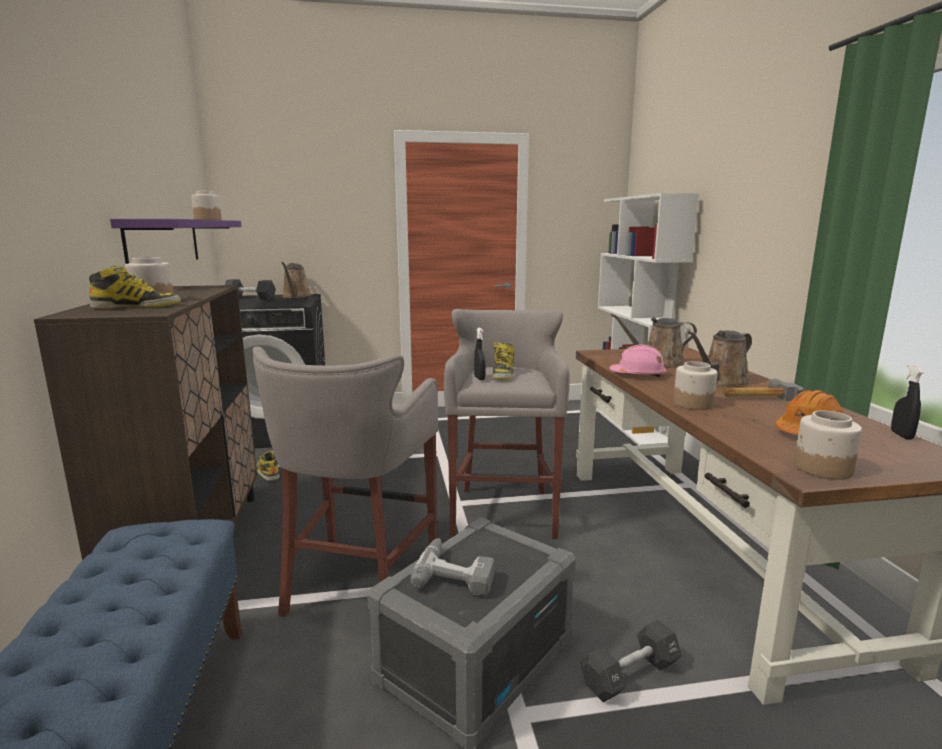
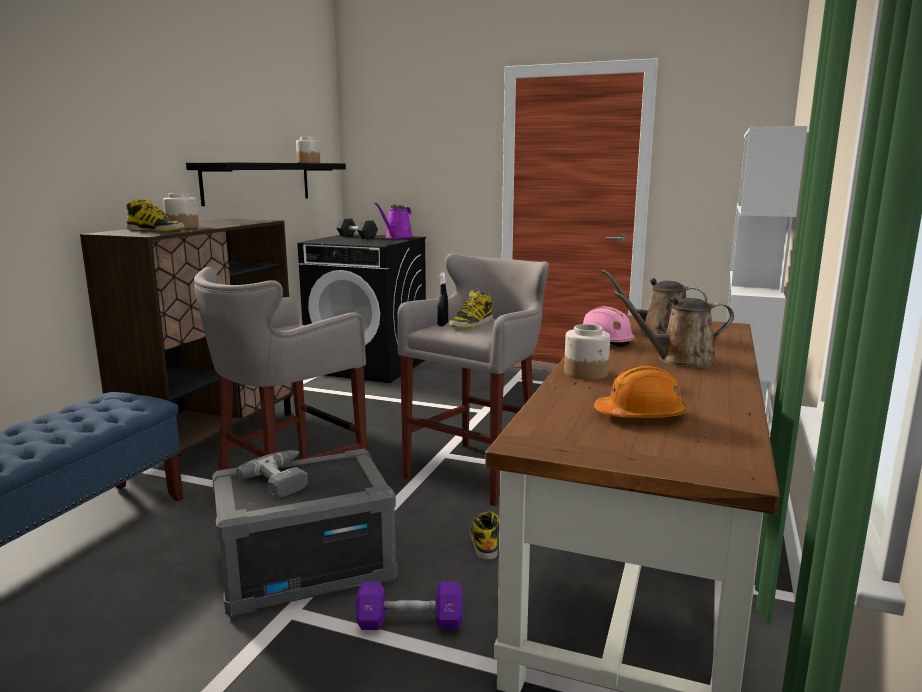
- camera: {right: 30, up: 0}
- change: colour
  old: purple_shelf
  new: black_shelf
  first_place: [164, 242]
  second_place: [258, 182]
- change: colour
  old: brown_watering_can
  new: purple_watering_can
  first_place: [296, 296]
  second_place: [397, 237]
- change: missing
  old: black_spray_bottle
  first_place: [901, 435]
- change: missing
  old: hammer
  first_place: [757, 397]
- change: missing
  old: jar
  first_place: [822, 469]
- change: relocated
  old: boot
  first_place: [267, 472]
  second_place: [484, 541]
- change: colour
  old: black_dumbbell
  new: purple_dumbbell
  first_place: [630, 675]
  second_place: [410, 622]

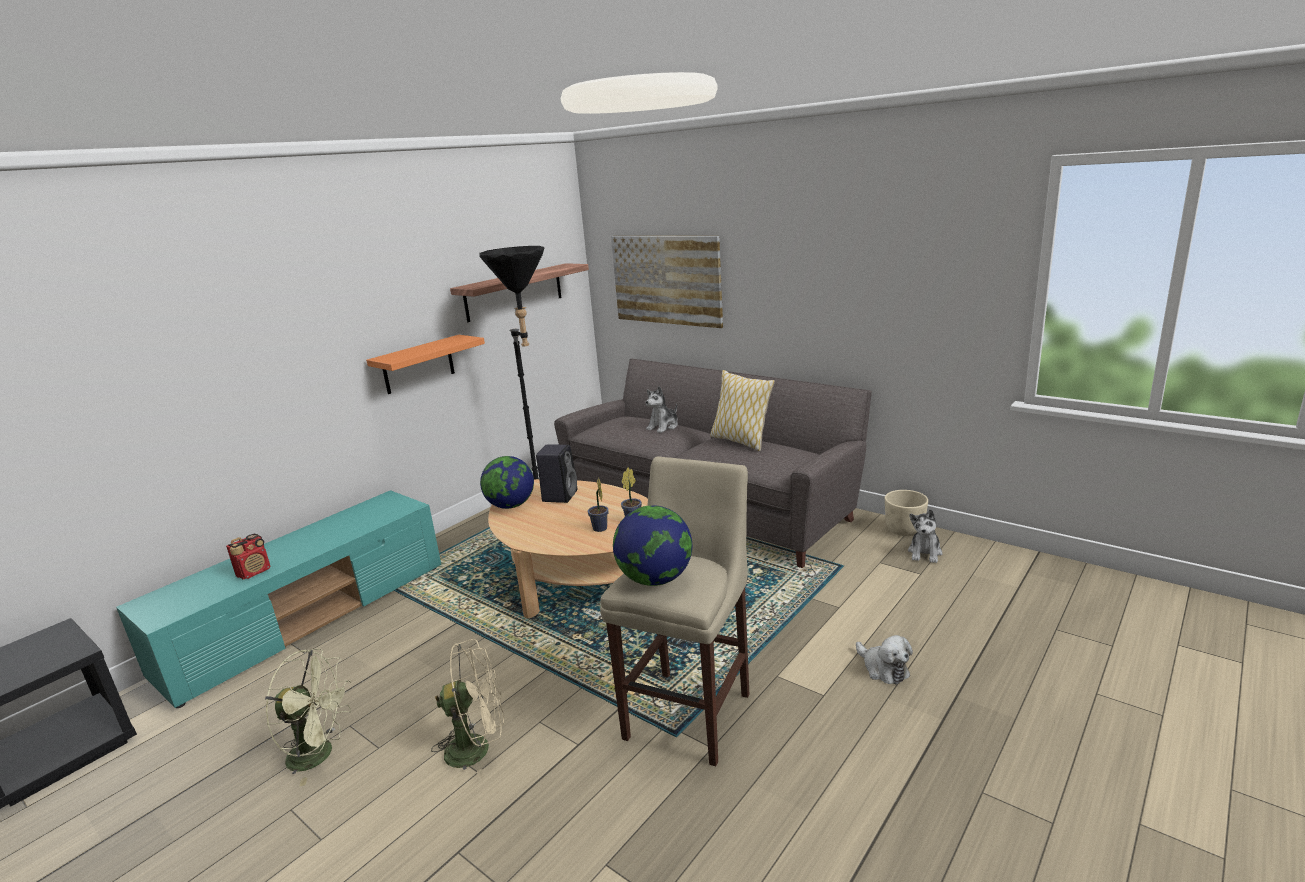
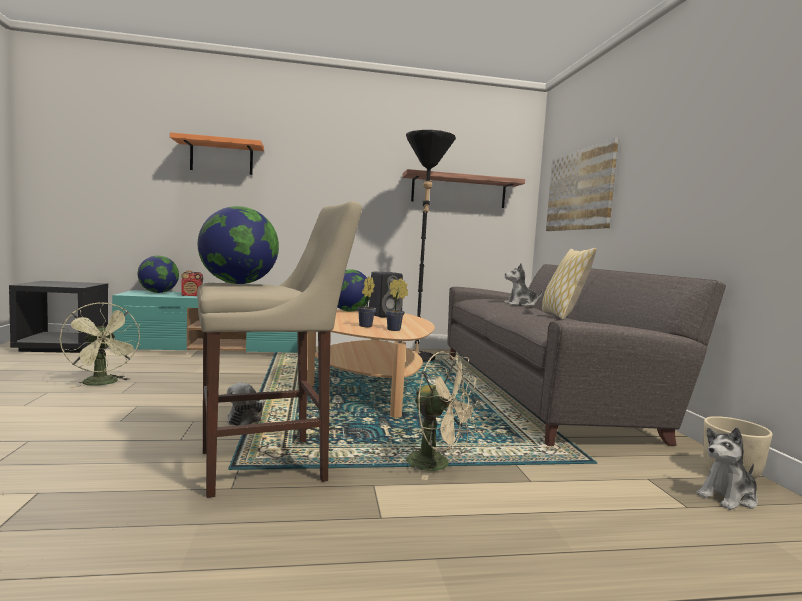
- camera: {right: 40, up: -15}
- change: relocated
  old: orange_shelf
  first_place: [418, 364]
  second_place: [221, 157]
- change: relocated
  old: plush_toy
  first_place: [883, 669]
  second_place: [246, 418]
- change: relocated
  old: beige_fan
  first_place: [477, 748]
  second_place: [437, 464]
- change: appeared
  new: globe
  second_place: [158, 292]

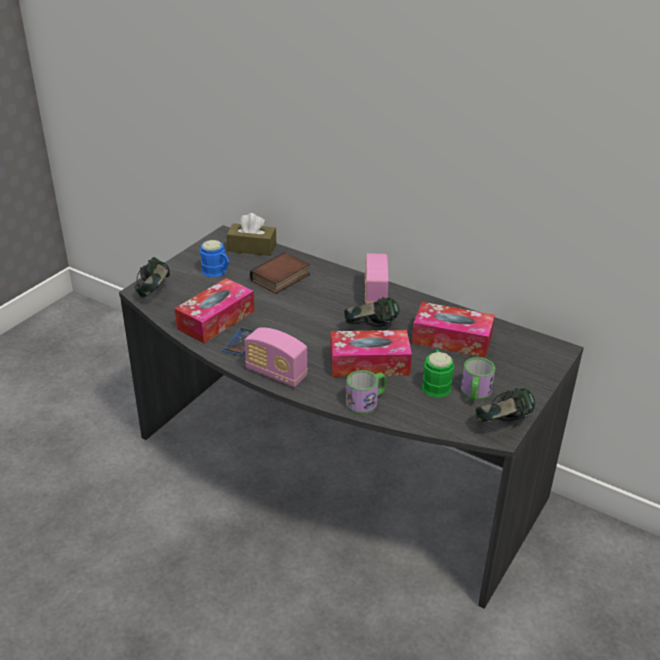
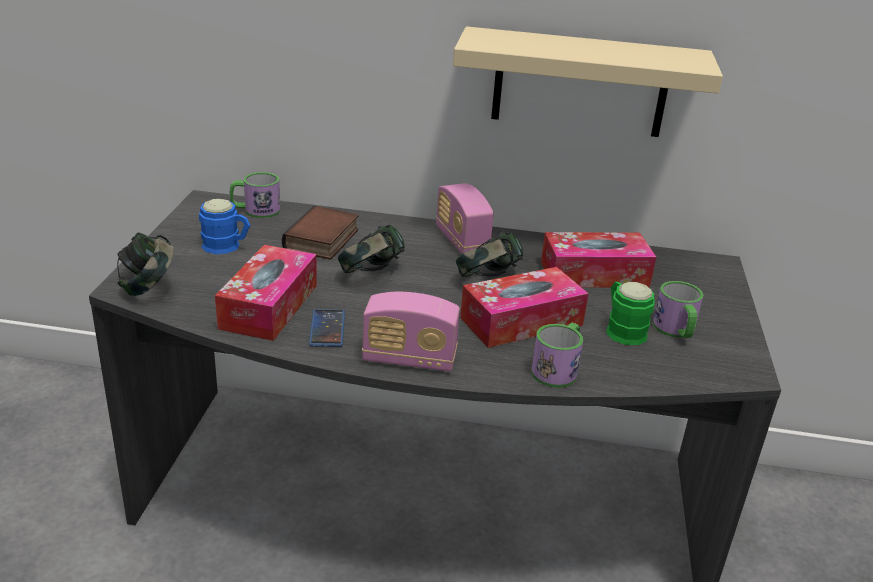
- camera: {right: -25, up: -5}
- change: exchanged
  old: brown_tissue_box
  new: mug
  first_place: [252, 248]
  second_place: [255, 210]
- change: relocated
  old: headphones
  first_place: [502, 424]
  second_place: [371, 274]
- change: appeared
  new: beige_shelf
  second_place: [580, 83]

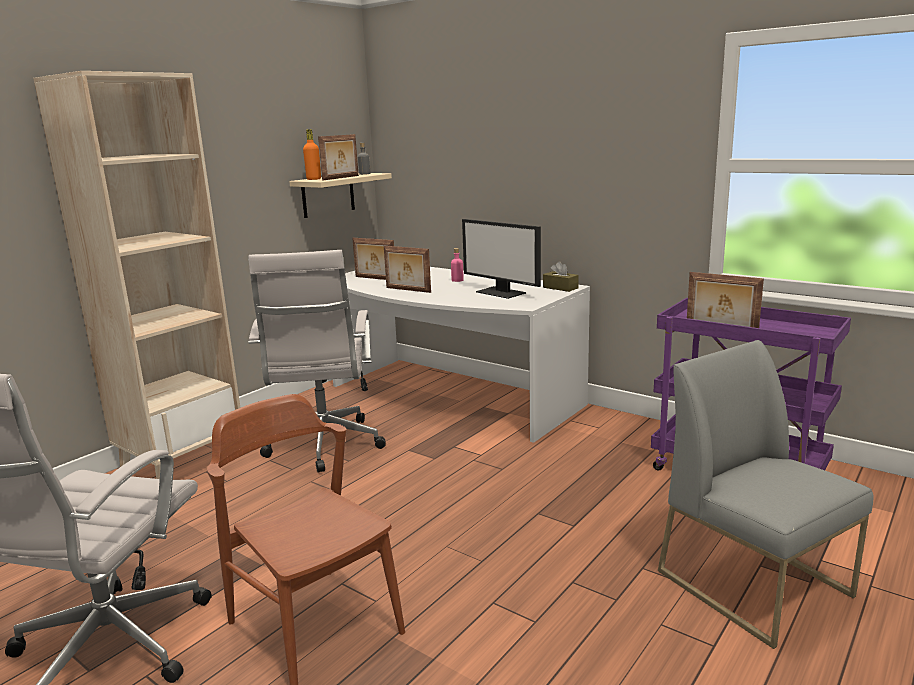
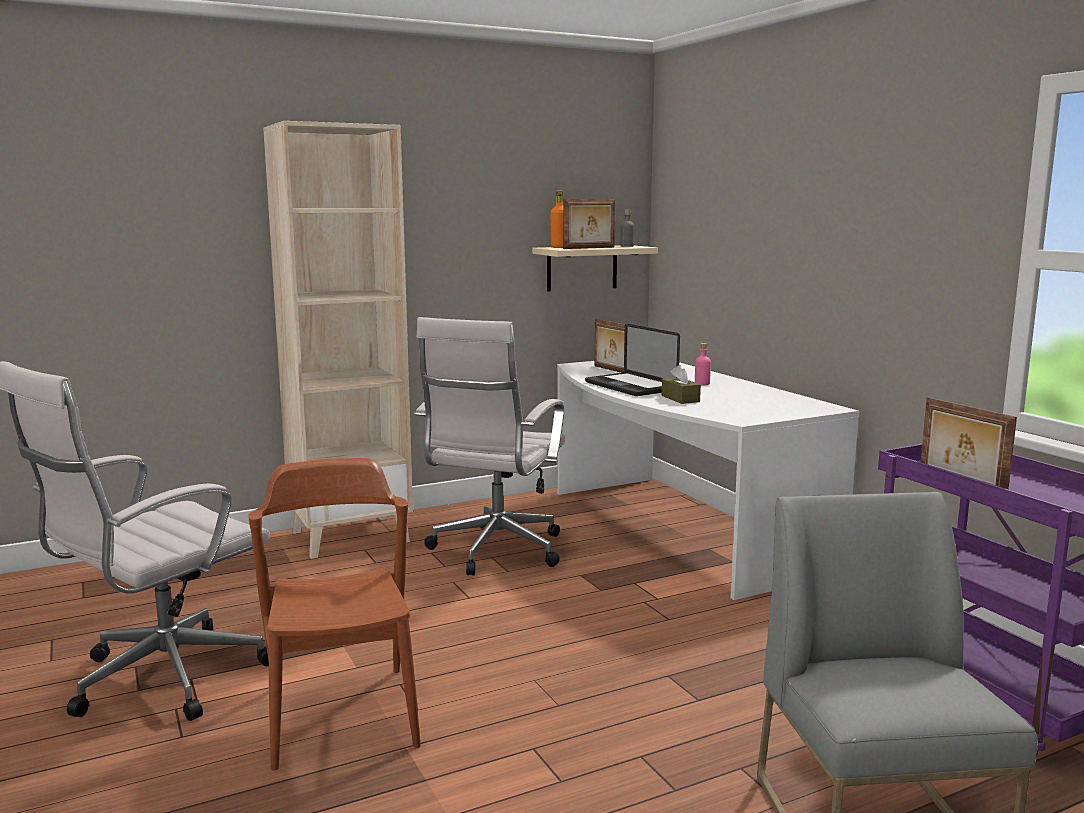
- camera: {right: 25, up: -5}
- change: missing
  old: monitor
  first_place: [502, 292]
- change: exchanged
  old: picture_frame
  new: laptop
  first_place: [407, 290]
  second_place: [630, 386]
- change: relocated
  old: brown_tissue_box
  first_place: [560, 288]
  second_place: [680, 399]

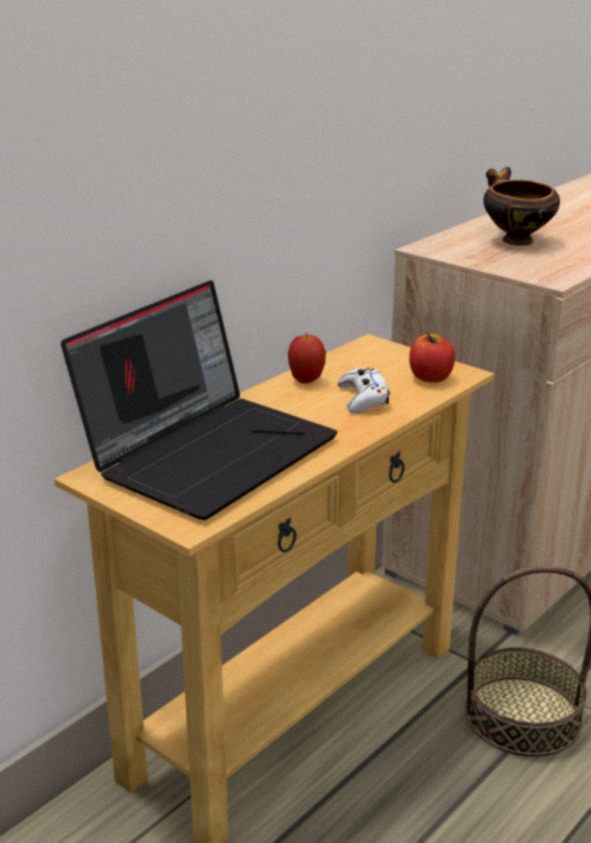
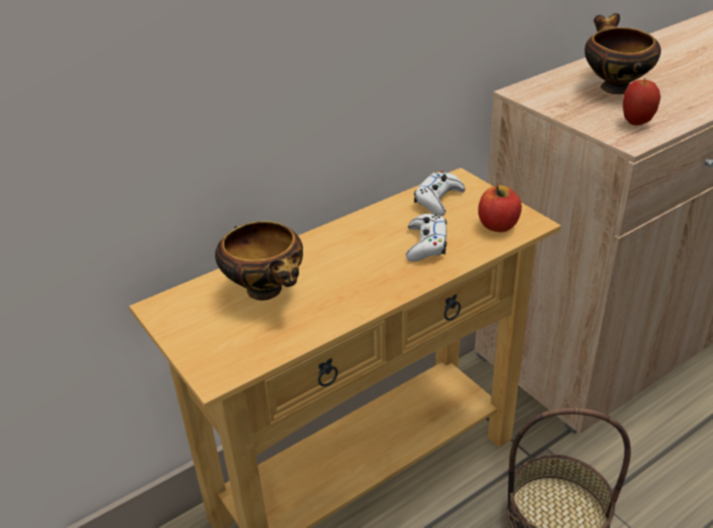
- camera: {right: 15, up: 10}
- change: exchanged
  old: laptop
  new: bowl
  first_place: [209, 451]
  second_place: [267, 291]
- change: relocated
  old: apple
  first_place: [306, 381]
  second_place: [636, 123]
- change: appeared
  new: white_game_controller
  second_place: [438, 200]

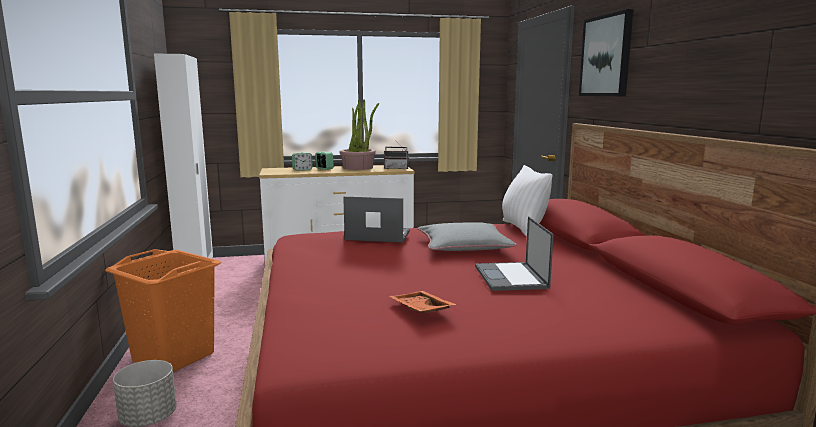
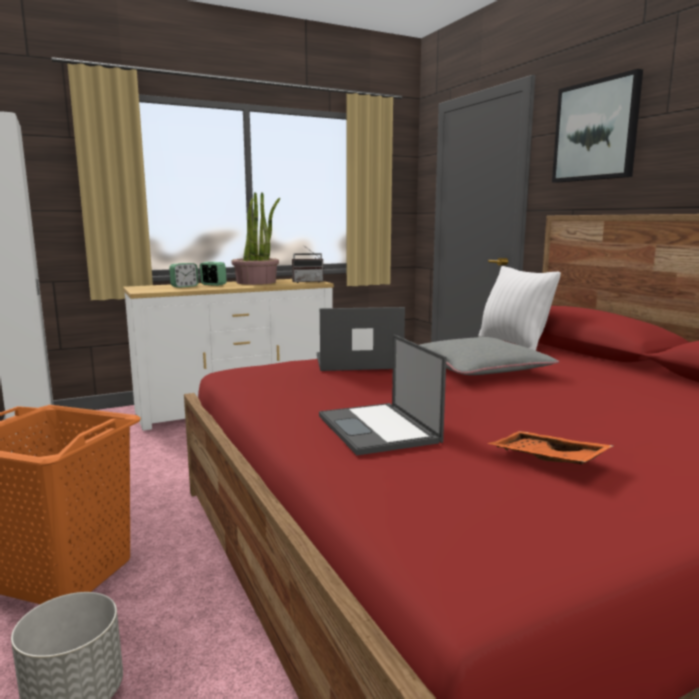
- camera: {right: -15, up: 0}
- change: relocated
  old: laptop
  first_place: [511, 277]
  second_place: [378, 429]

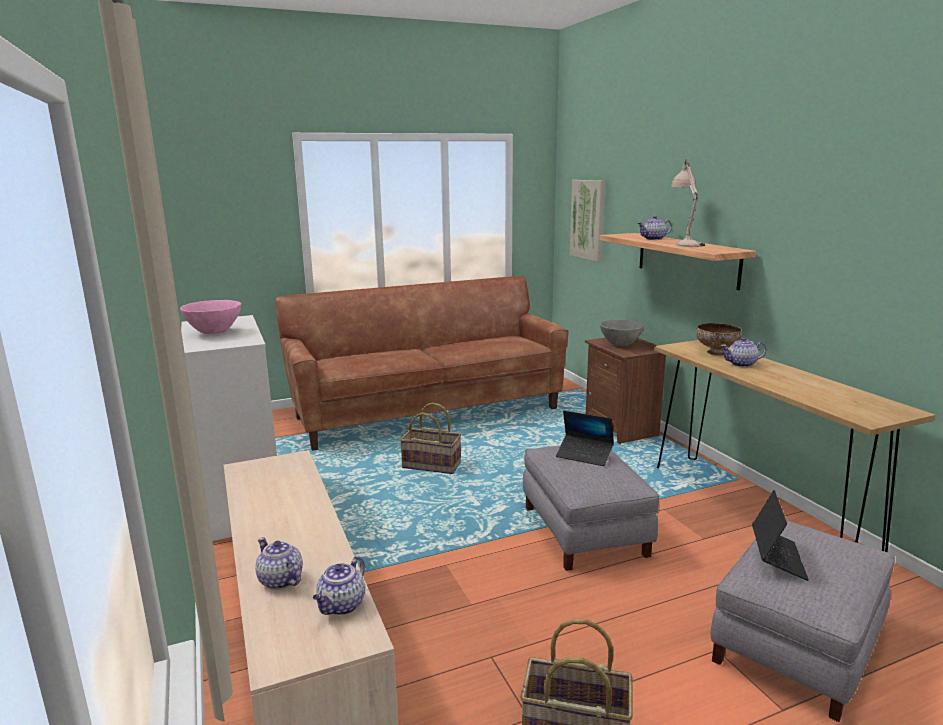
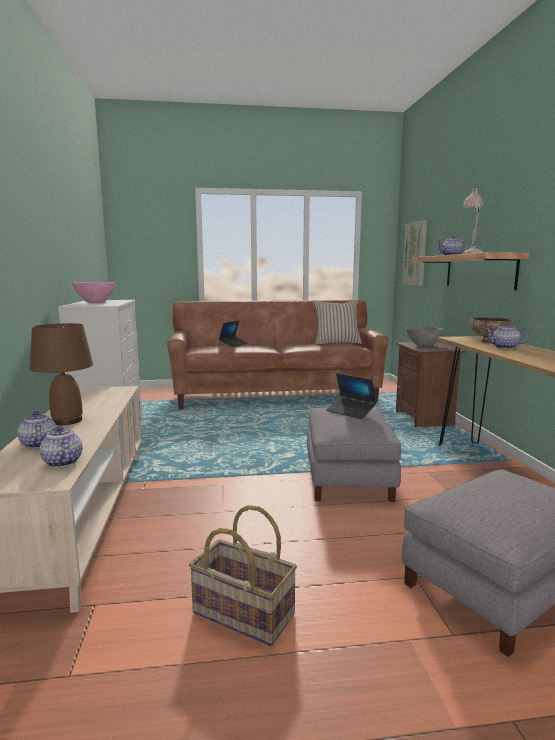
- camera: {right: 15, up: -5}
- change: missing
  old: basket
  first_place: [432, 465]
- change: relocated
  old: laptop
  first_place: [777, 557]
  second_place: [233, 344]
- change: spun
  old: teapot
  first_place: [342, 606]
  second_place: [62, 462]
  degrees: 105
- change: appeared
  new: beige_pillow
  second_place: [336, 343]
- change: appeared
  new: brown_table_lamp
  second_place: [66, 421]

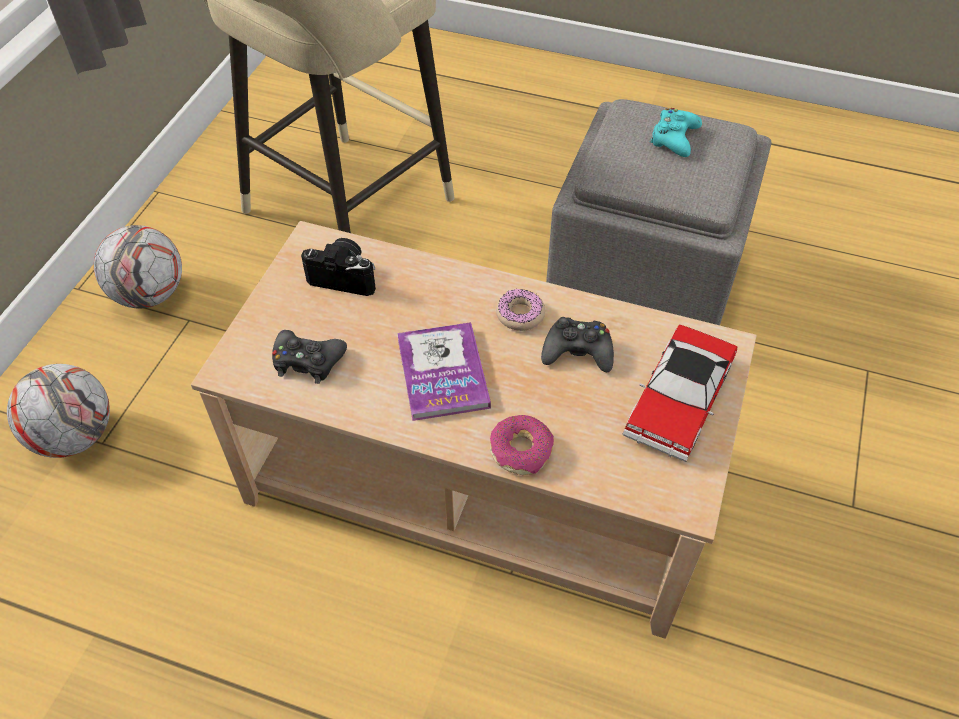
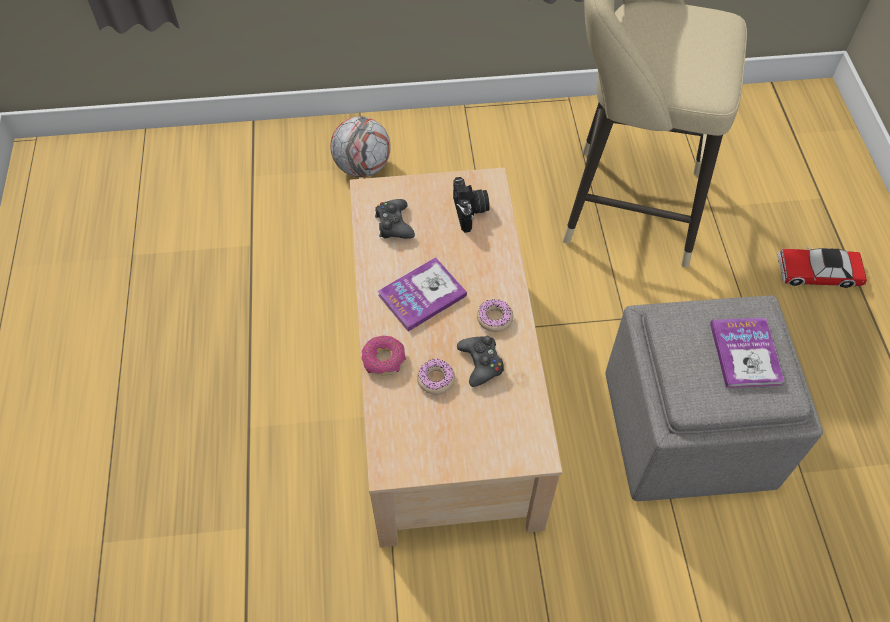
- camera: {right: 65, up: 5}
- change: exchanged
  old: turquoise_game_controller
  new: book
  first_place: [674, 138]
  second_place: [745, 354]
- change: missing
  old: football
  first_place: [150, 294]
- change: relocated
  old: toy_car
  first_place: [678, 400]
  second_place: [817, 272]
- change: appeared
  new: donut
  second_place: [435, 379]

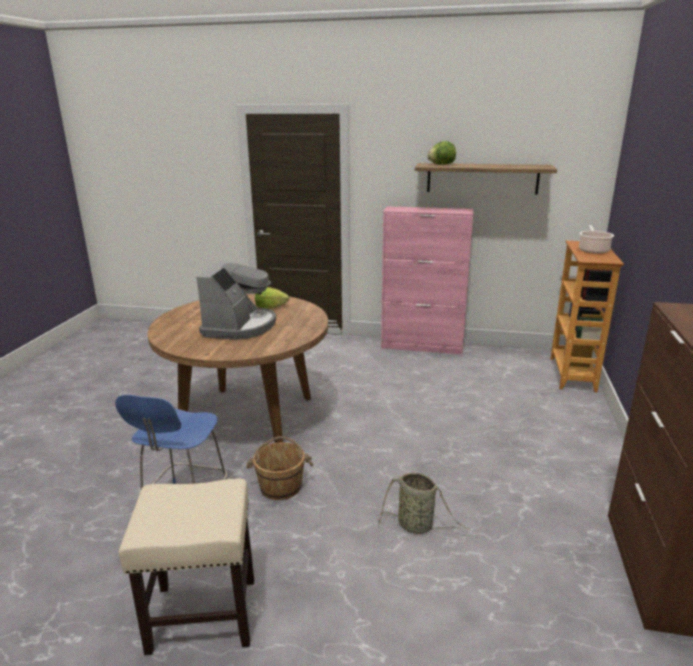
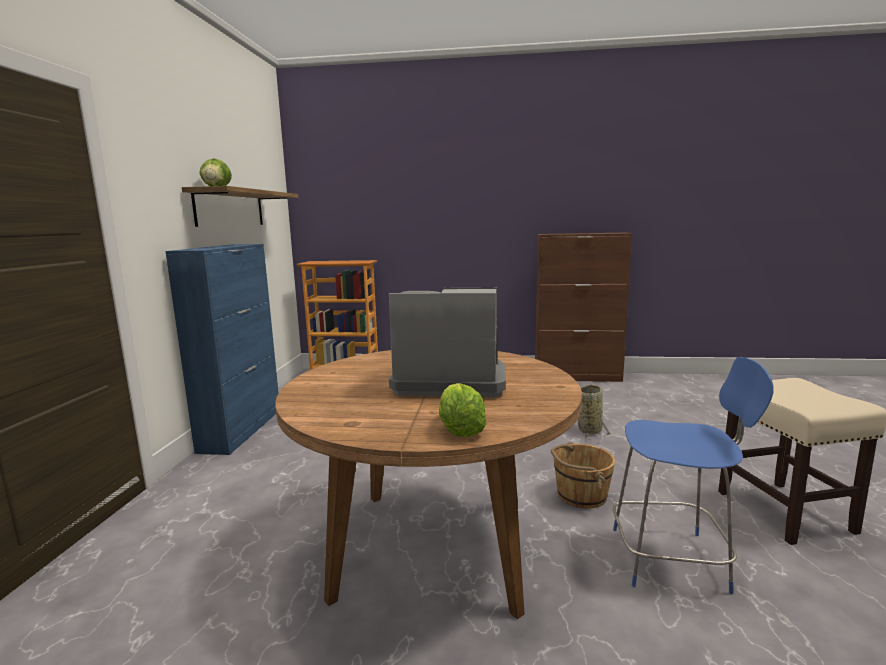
- camera: {right: -95, up: -10}
- change: colour
  old: pink_cabinet
  new: blue_cabinet
  first_place: [422, 346]
  second_place: [242, 429]
- change: missing
  old: cooking_pot
  first_place: [593, 250]
- change: relocated
  old: lettuce
  first_place: [270, 307]
  second_place: [459, 429]

